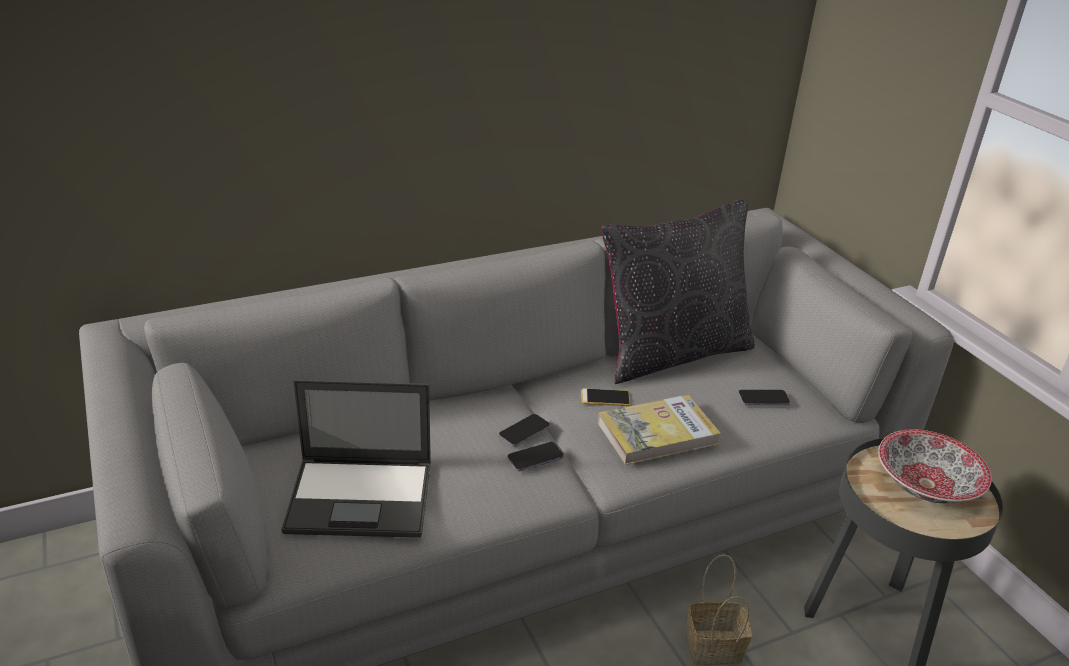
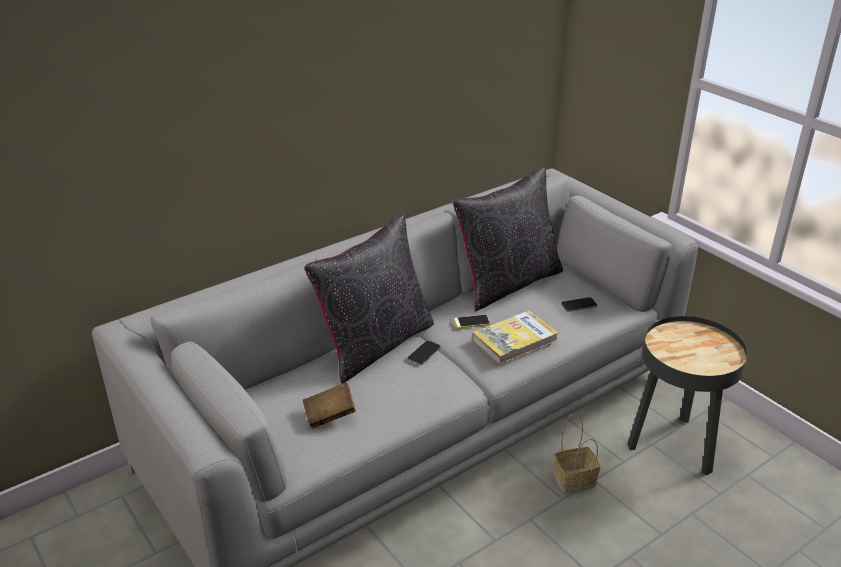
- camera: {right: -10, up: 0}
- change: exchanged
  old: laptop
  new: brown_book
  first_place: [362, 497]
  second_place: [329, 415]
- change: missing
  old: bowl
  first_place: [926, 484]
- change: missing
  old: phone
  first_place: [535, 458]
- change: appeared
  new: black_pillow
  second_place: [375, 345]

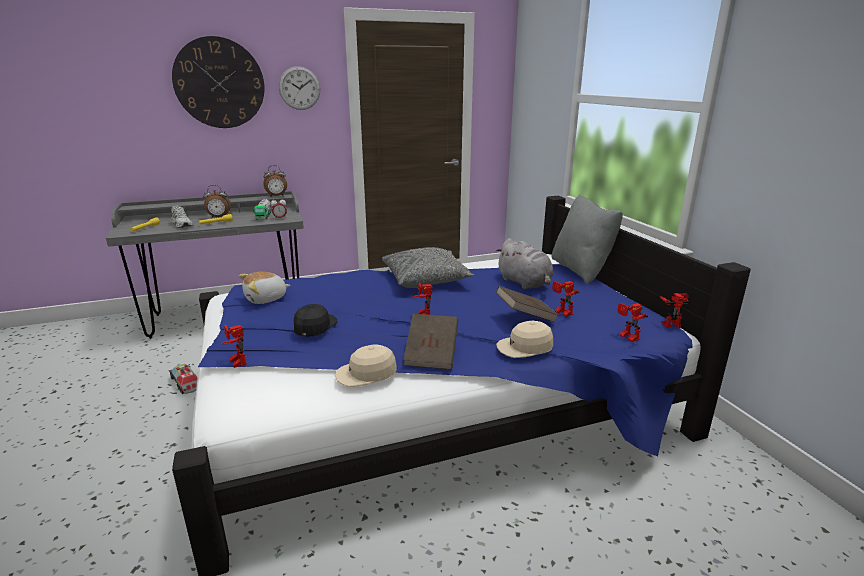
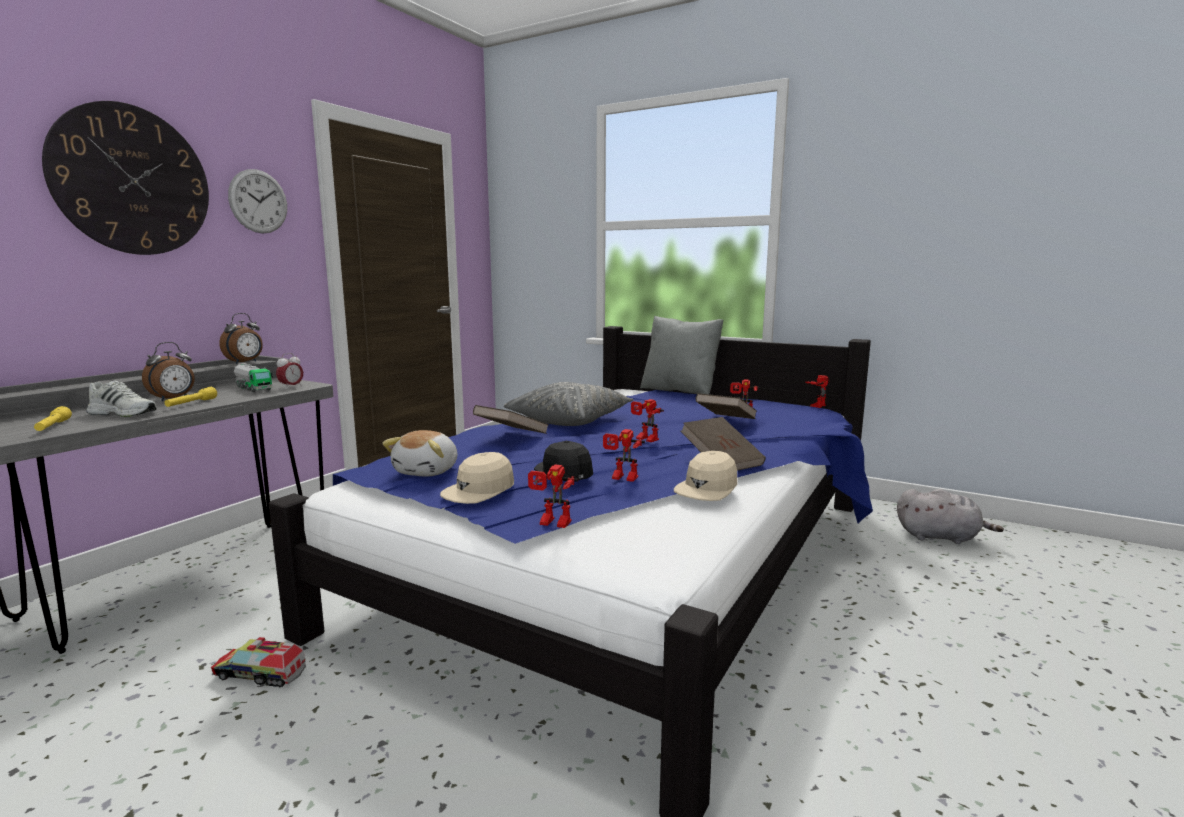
- camera: {right: -40, up: -10}
- change: relocated
  old: grey_plush_toy
  first_place: [525, 283]
  second_place: [940, 537]
- change: relocated
  old: toy_robot
  first_place: [626, 337]
  second_place: [622, 478]
- change: relocated
  old: beige_cap
  first_place: [525, 347]
  second_place: [479, 490]
- change: appeared
  new: brown_book
  second_place: [511, 435]

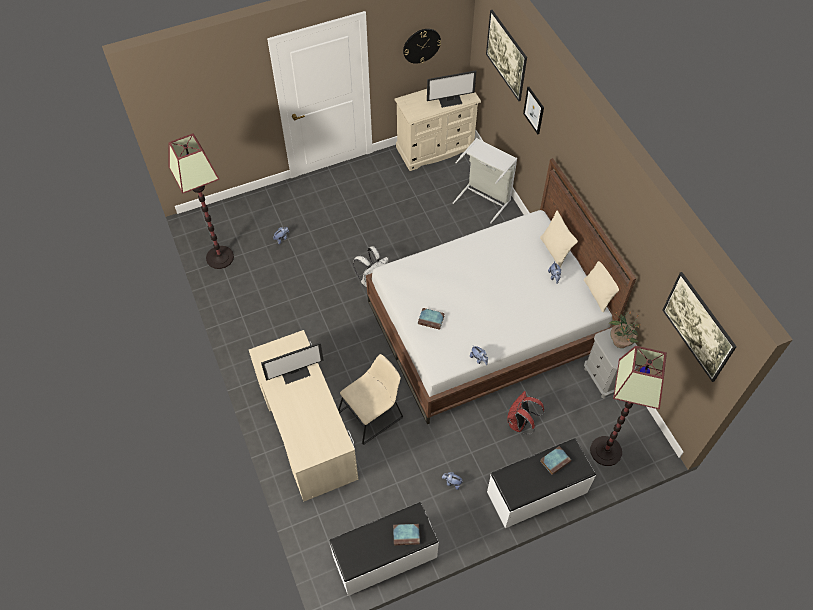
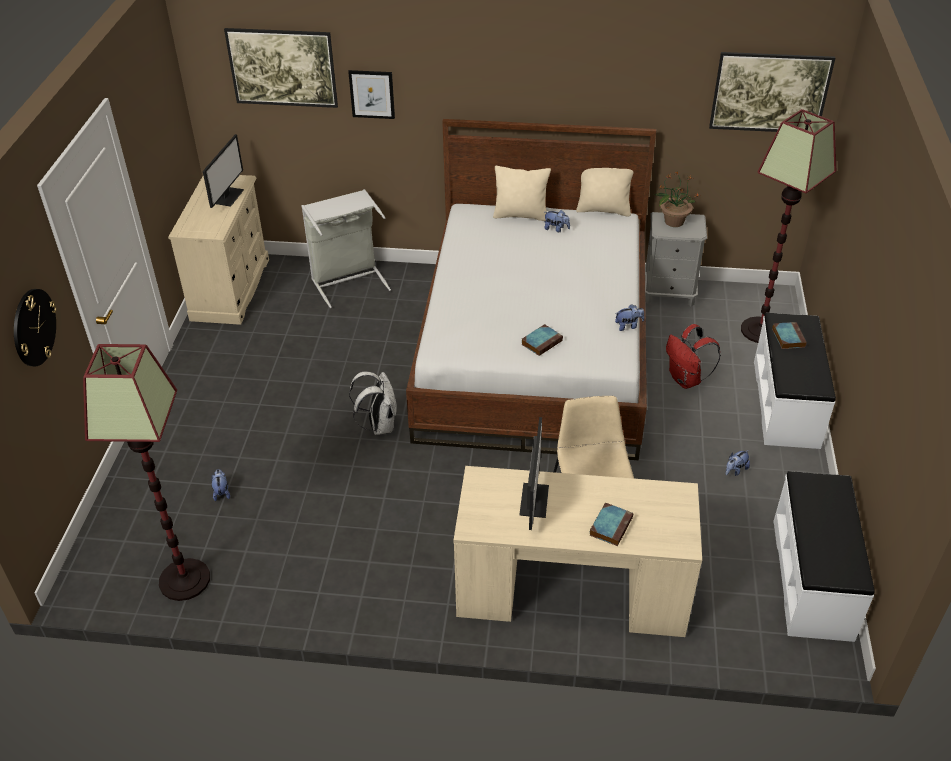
- camera: {right: -60, up: -15}
- change: relocated
  old: wall_clock
  first_place: [421, 45]
  second_place: [33, 327]
- change: relocated
  old: book
  first_place: [407, 535]
  second_place: [611, 526]

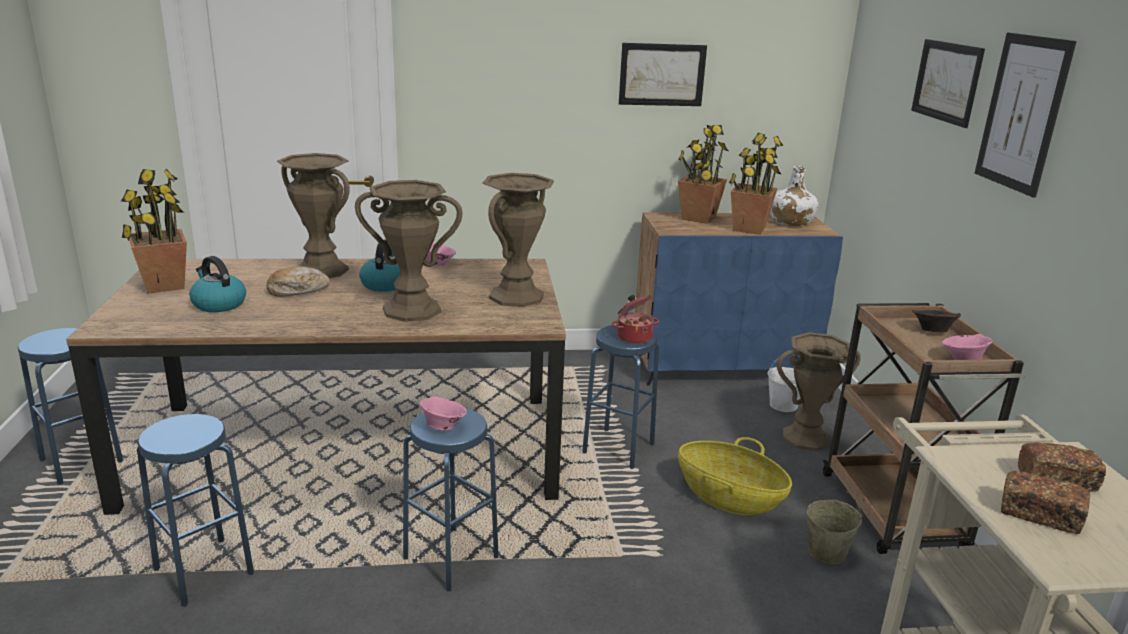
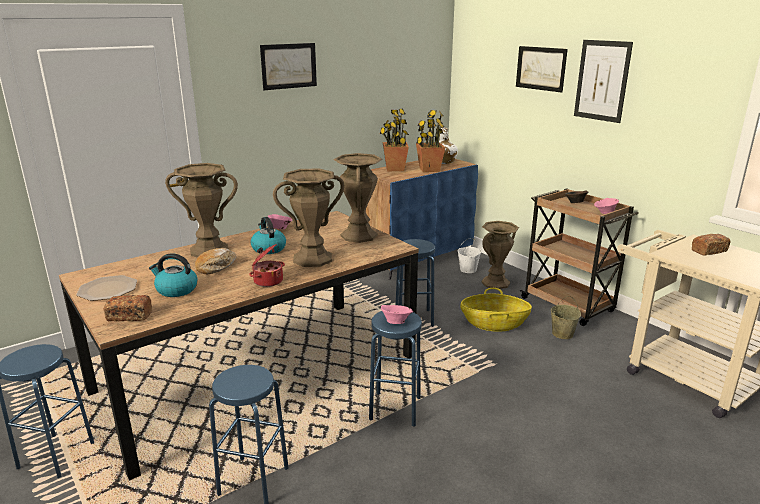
- camera: {right: -30, up: 0}
- change: relocated
  old: picture
  first_place: [662, 74]
  second_place: [289, 66]
- change: exchanged
  old: potted_plant
  new: plate
  first_place: [163, 285]
  second_place: [108, 289]
- change: relocated
  old: cooking_pot
  first_place: [634, 337]
  second_place: [267, 281]
- change: relocated
  old: bread
  first_place: [1039, 515]
  second_place: [129, 316]

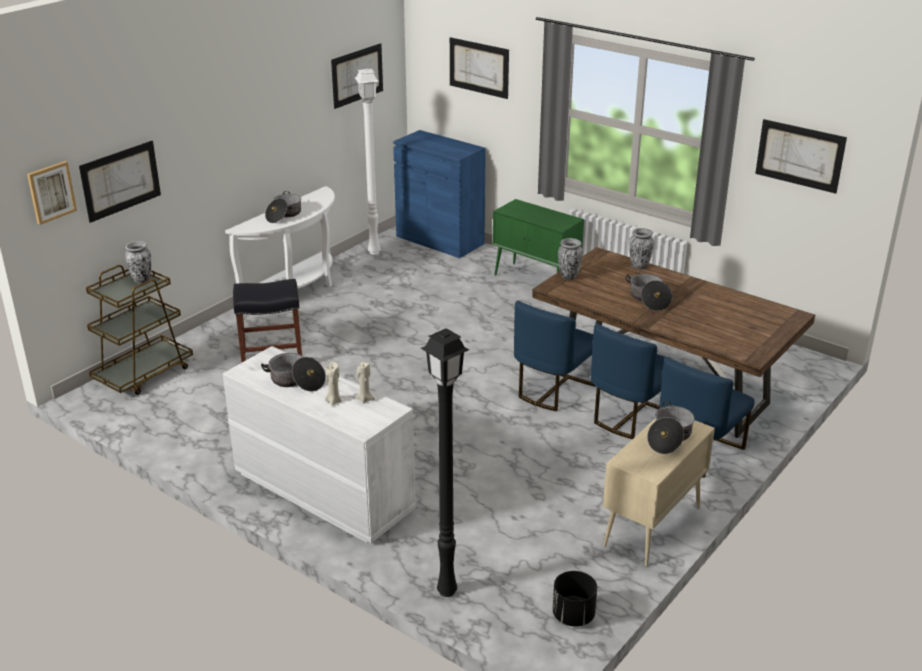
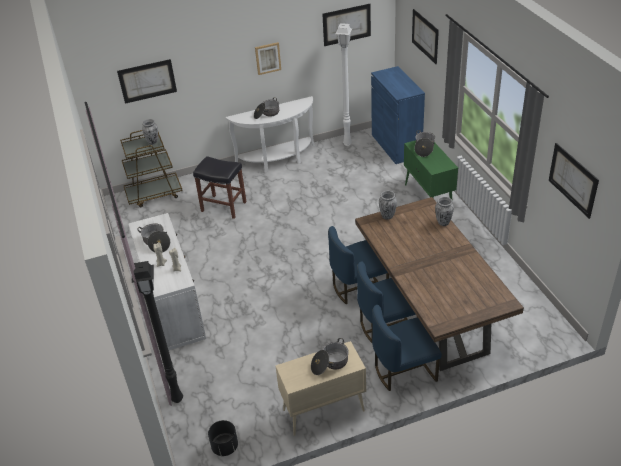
- camera: {right: 35, up: 10}
- change: relocated
  old: picture
  first_place: [51, 192]
  second_place: [267, 58]
- change: relocated
  old: cooking_pot
  first_place: [648, 299]
  second_place: [424, 148]

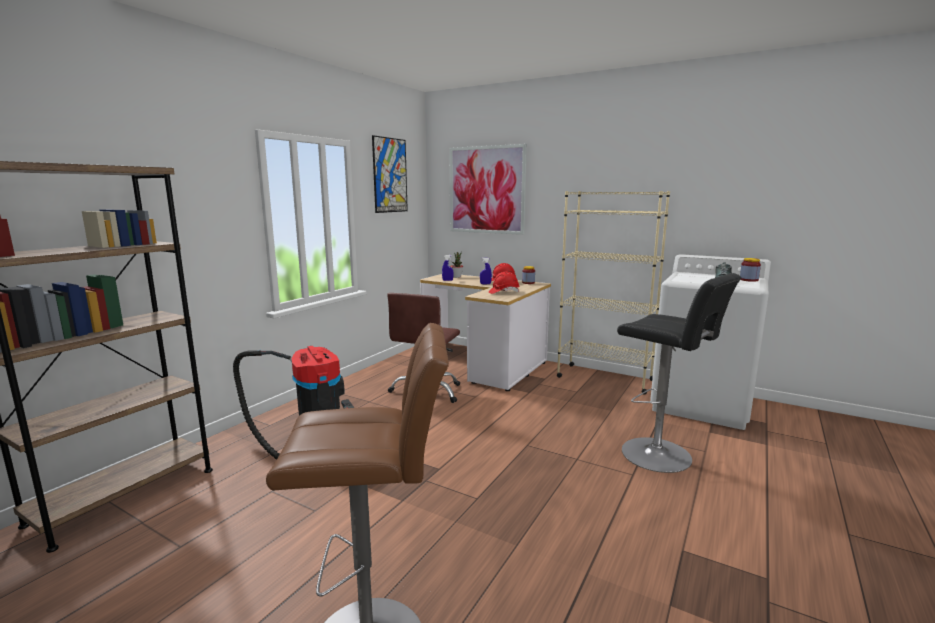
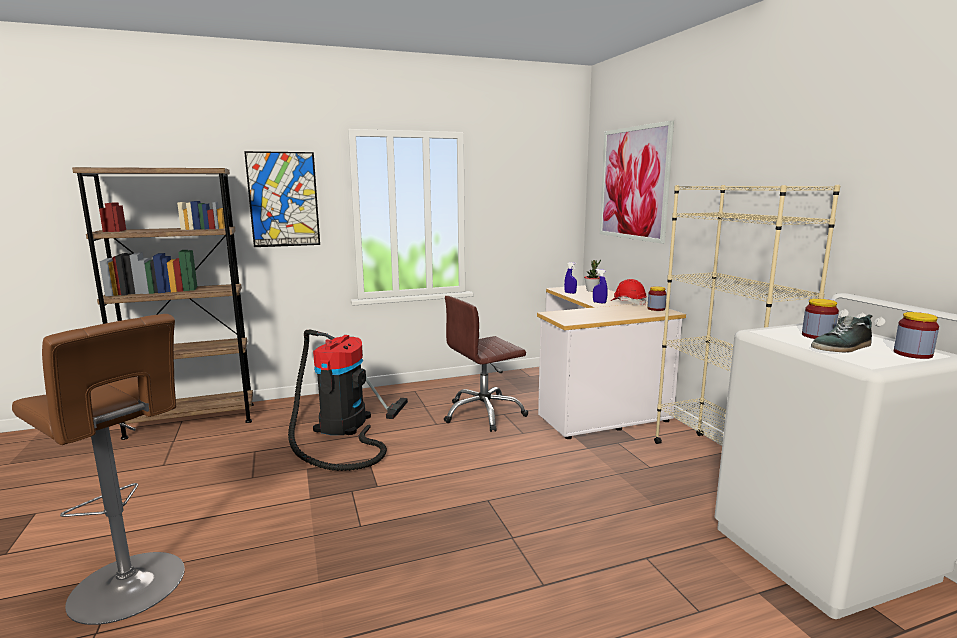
- camera: {right: 40, up: 0}
- change: relocated
  old: picture
  first_place: [390, 175]
  second_place: [283, 199]
- change: missing
  old: red_hard_hat
  first_place: [504, 292]
- change: missing
  old: black_stool
  first_place: [661, 456]
- change: appeared
  new: jar
  second_place: [817, 336]

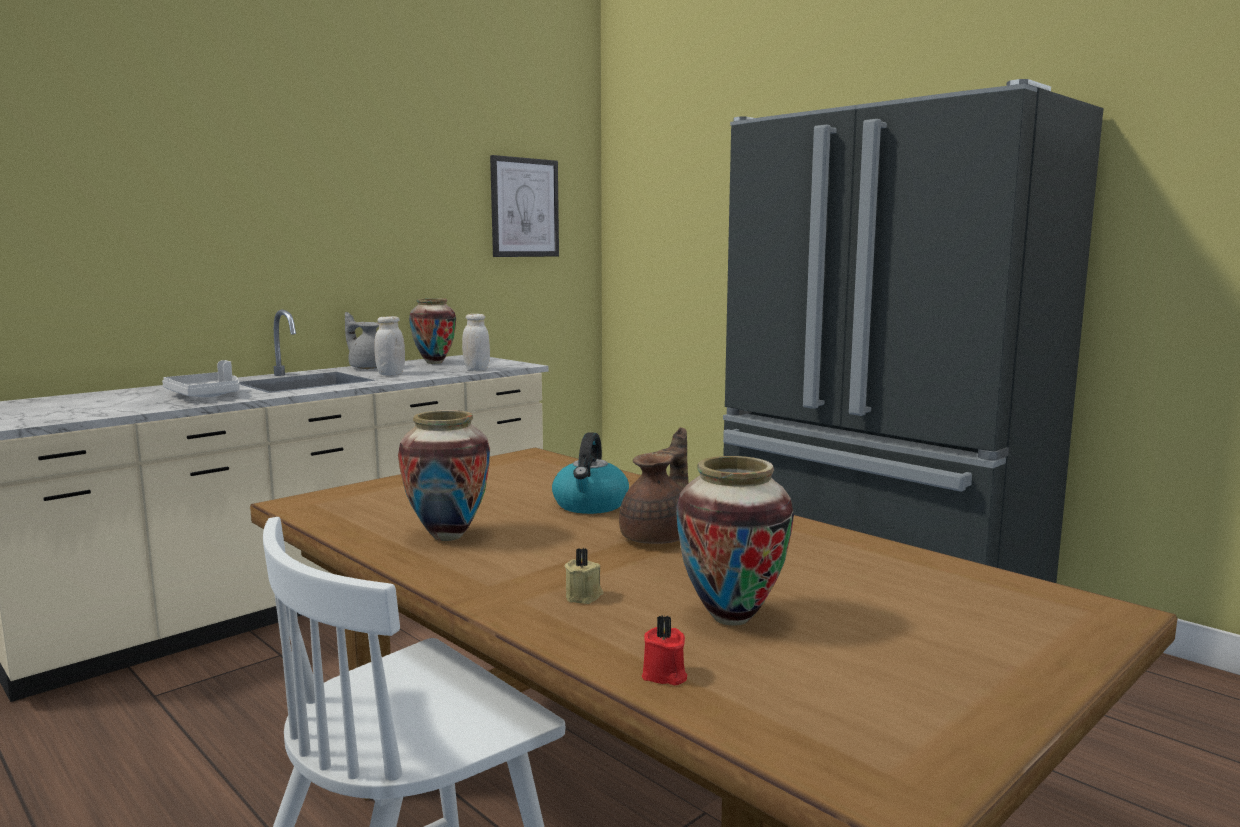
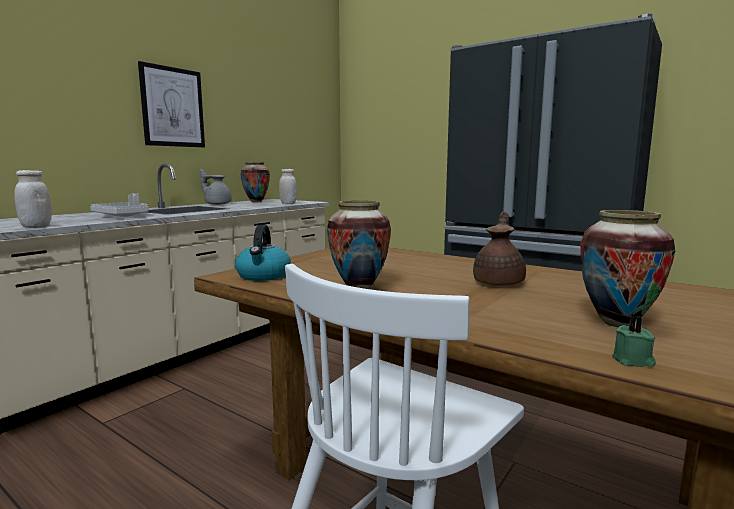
- camera: {right: -10, up: 0}
- change: relocated
  old: picture
  first_place: [524, 207]
  second_place: [172, 107]
- change: relocated
  old: white_jar
  first_place: [390, 374]
  second_place: [36, 226]
- change: relocated
  old: kettle
  first_place: [590, 505]
  second_place: [263, 276]
- change: missing
  old: beige_candle
  first_place: [584, 596]
- change: colour
  old: red_candle
  new: green_candle
  first_place: [664, 675]
  second_place: [633, 361]

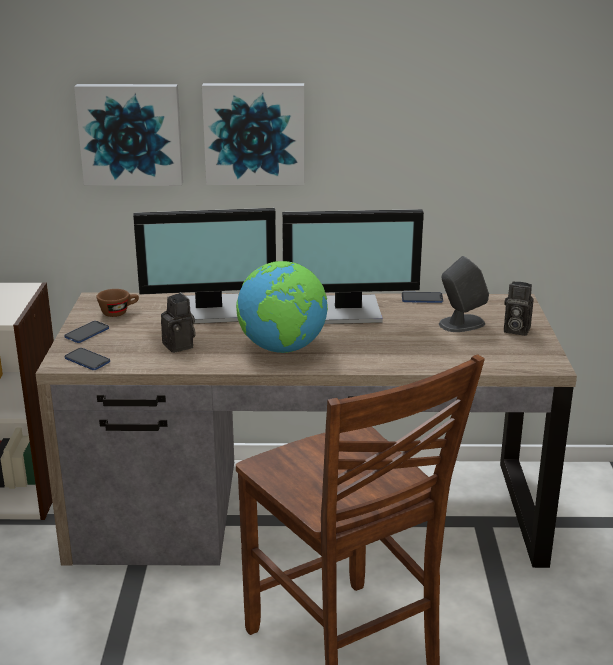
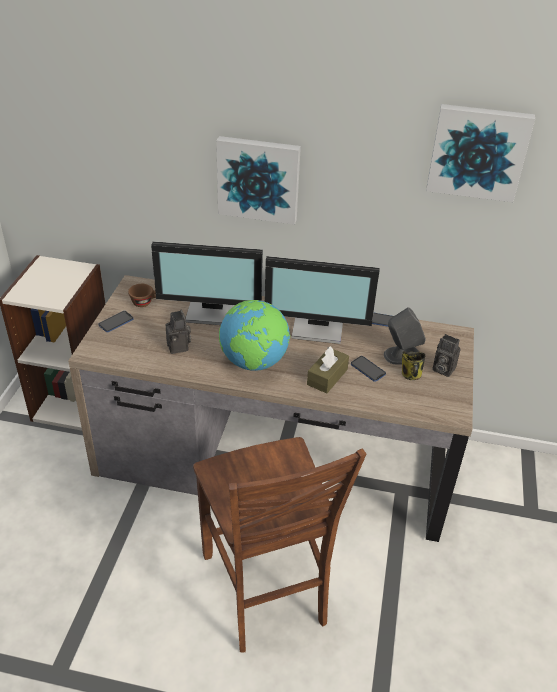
- camera: {right: 10, up: 15}
- change: relocated
  old: picture
  first_place: [131, 134]
  second_place: [478, 152]
- change: relocated
  old: phone
  first_place: [87, 360]
  second_place: [368, 369]
- change: appeared
  new: brown_tissue_box
  second_place: [327, 377]
- change: appeared
  new: mug
  second_place: [411, 375]

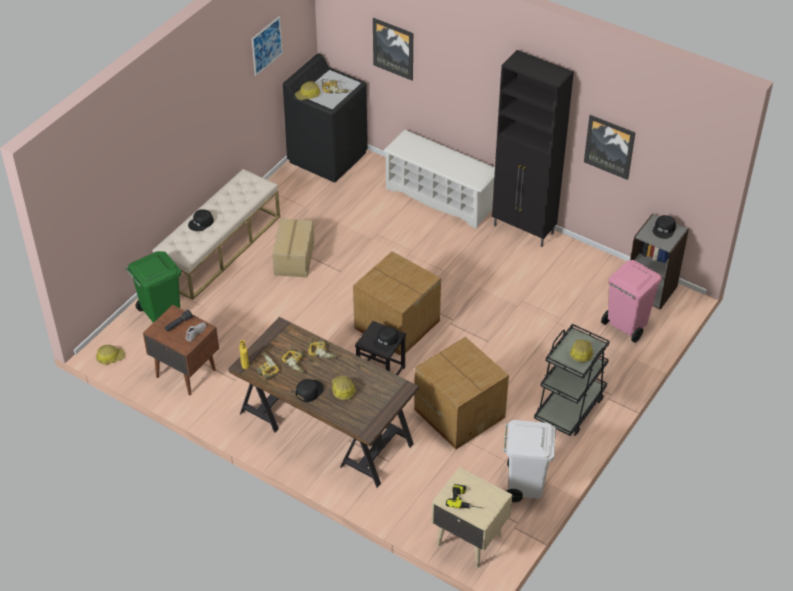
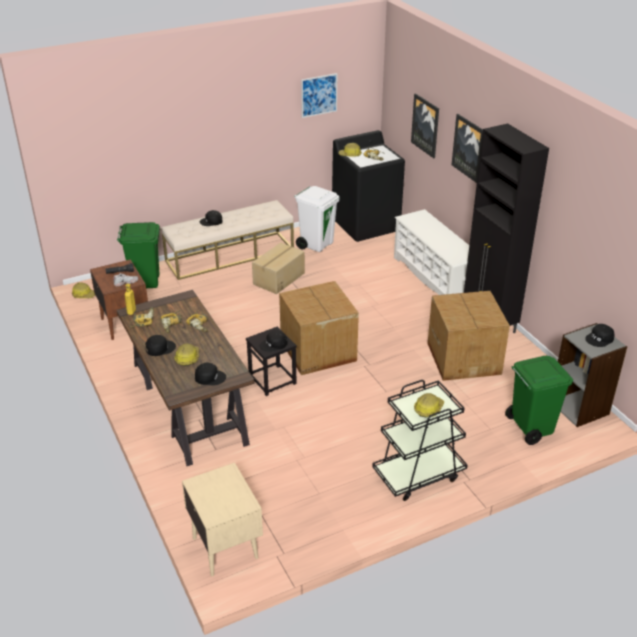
- camera: {right: 30, up: -10}
- change: relocated
  old: picture
  first_place: [609, 146]
  second_place: [469, 148]
- change: colour
  old: pink_trash_can
  new: green_trash_can
  first_place: [626, 325]
  second_place: [530, 427]
- change: relocated
  old: cardboard_box
  first_place: [459, 412]
  second_place: [464, 358]
- change: relocated
  old: white_trash_can
  first_place: [524, 484]
  second_place: [316, 244]
- change: missing
  old: power_drill
  first_place: [465, 499]
- change: appeared
  new: black_cap
  second_place: [210, 377]

